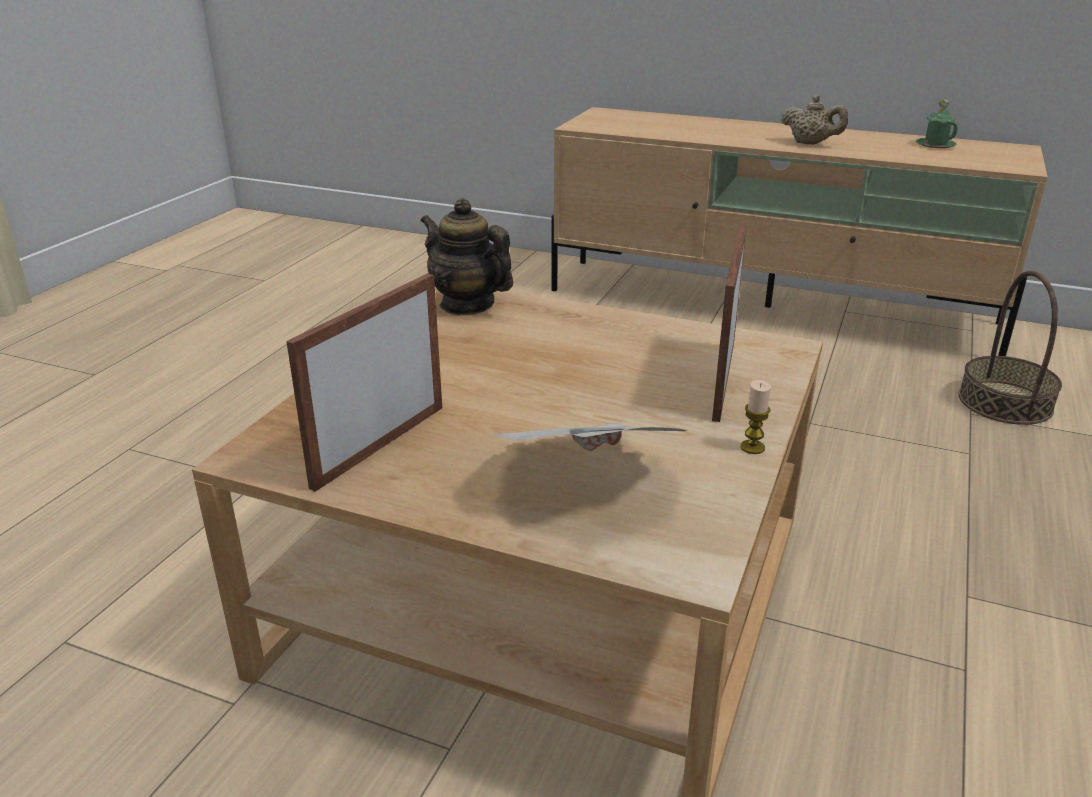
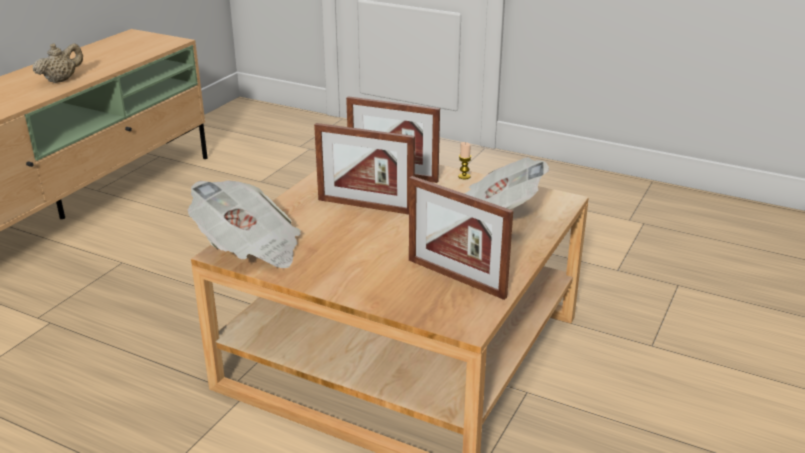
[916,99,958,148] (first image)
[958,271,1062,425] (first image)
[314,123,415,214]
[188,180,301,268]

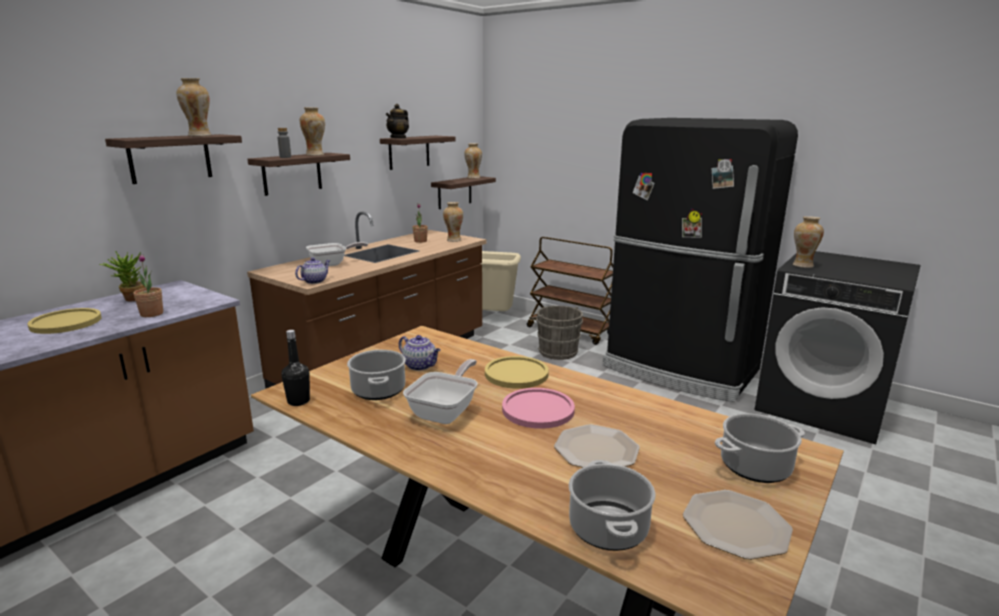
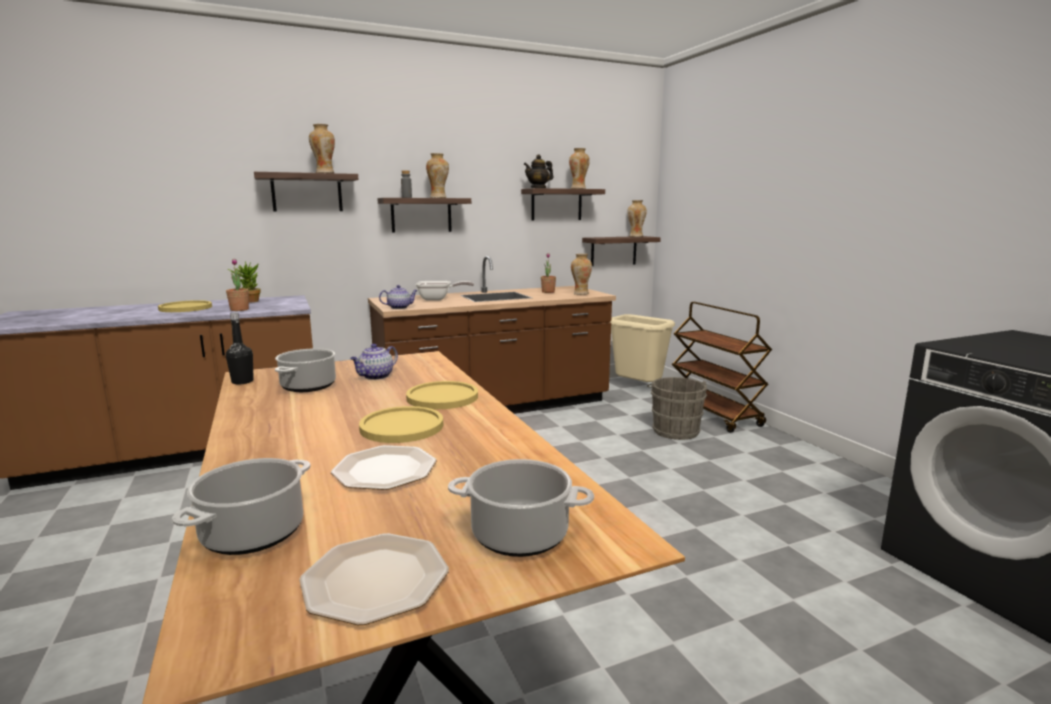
[403,359,478,424] (first image)
[602,118,798,402] (first image)
[569,148,590,189]
[359,406,443,443]
[350,344,398,380]

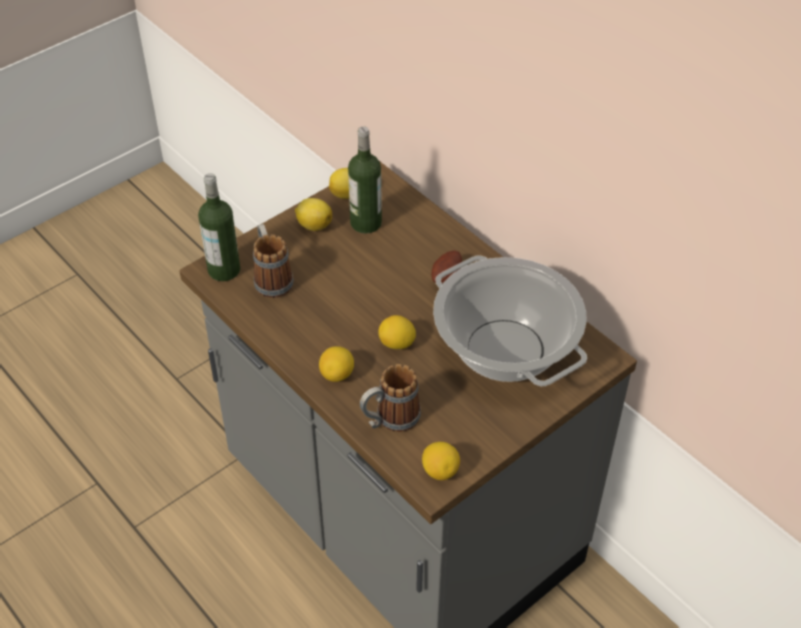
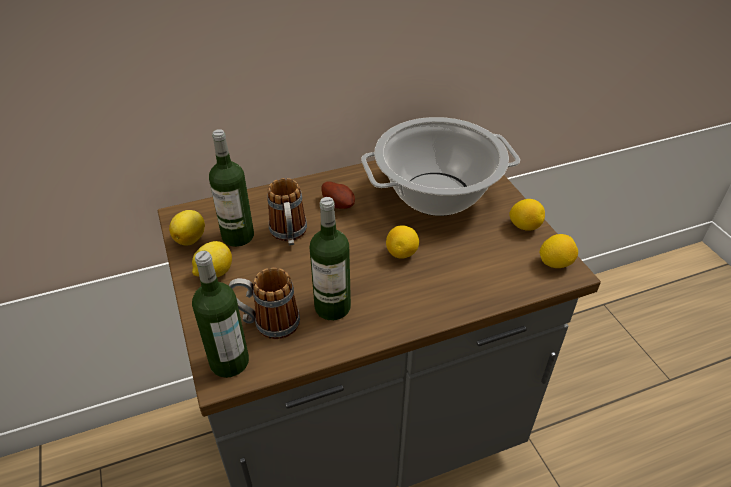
[310,197,351,320]
[509,199,545,231]
[267,178,307,246]

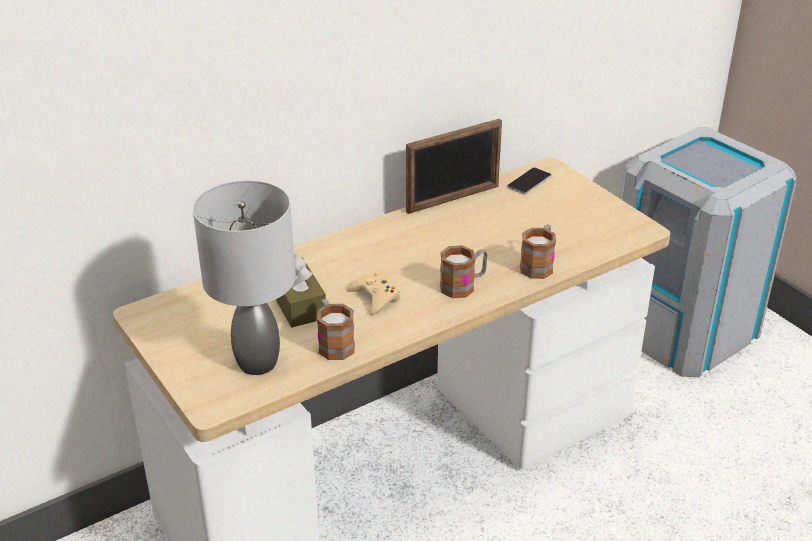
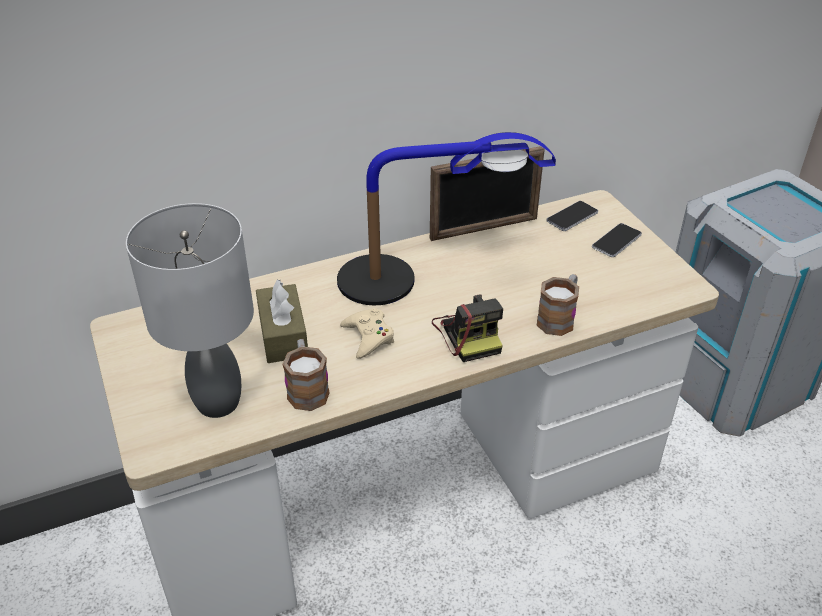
[337,132,556,305]
[592,223,642,257]
[432,294,503,362]

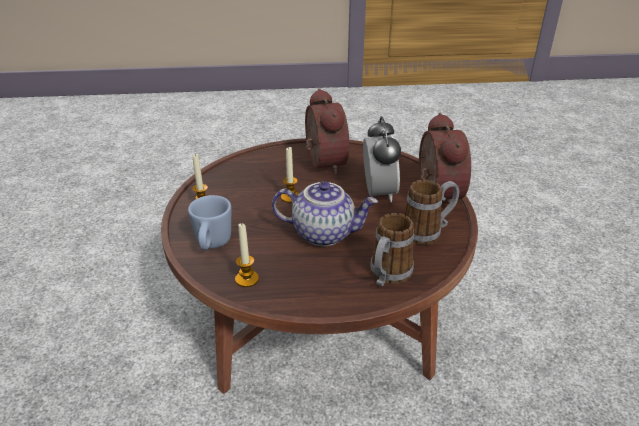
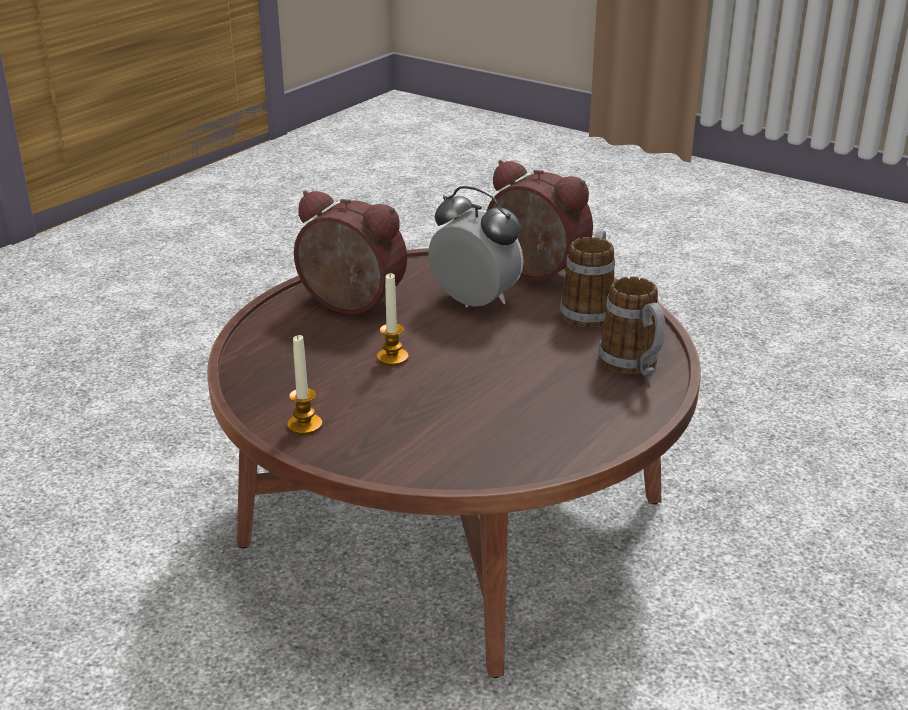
[188,195,231,250] (first image)
[235,223,259,287] (first image)
[272,181,378,246] (first image)

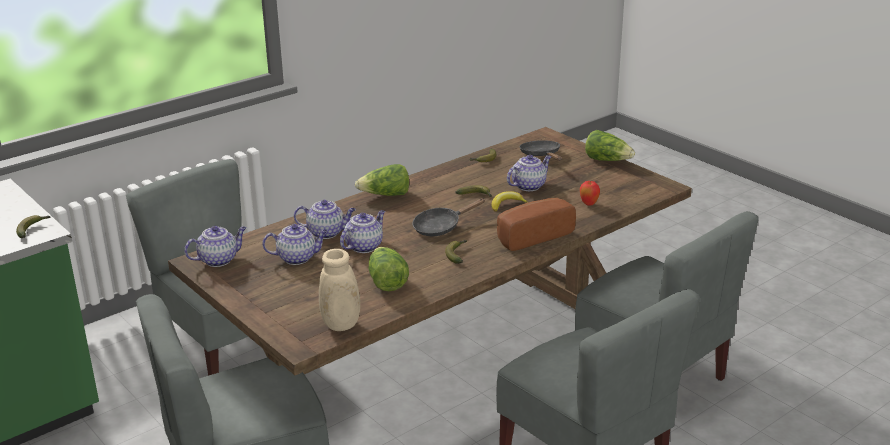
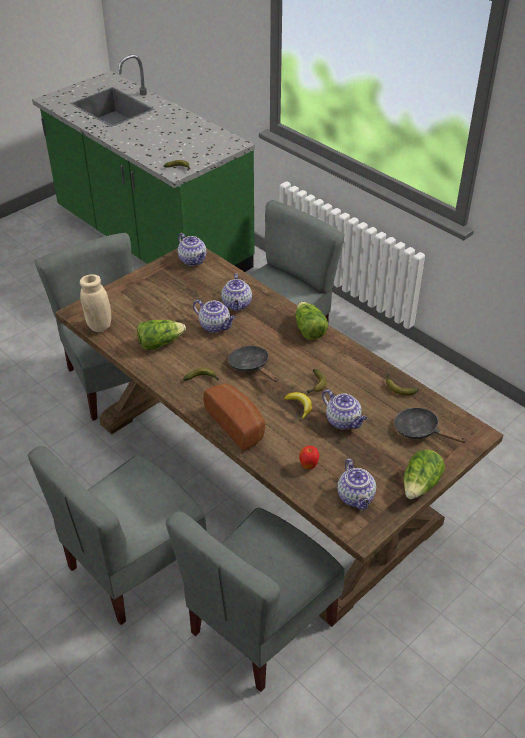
[337,459,376,510]
[394,408,467,443]

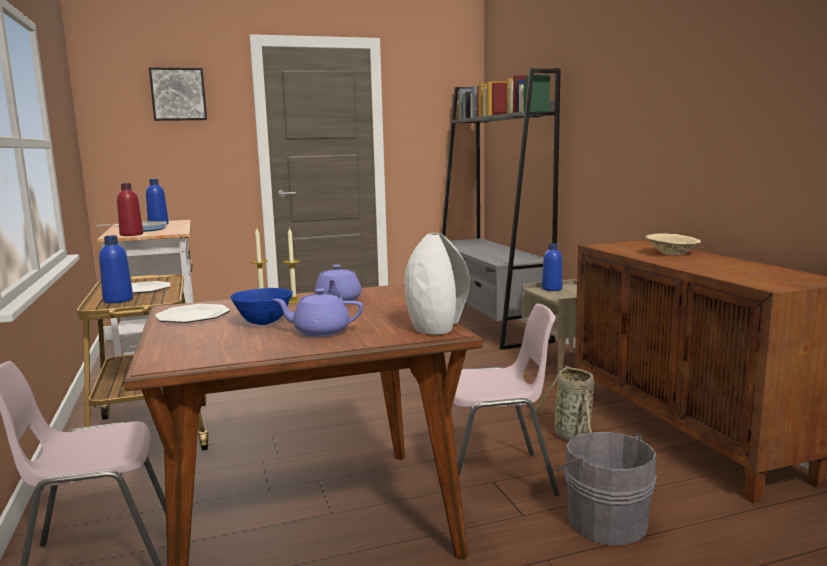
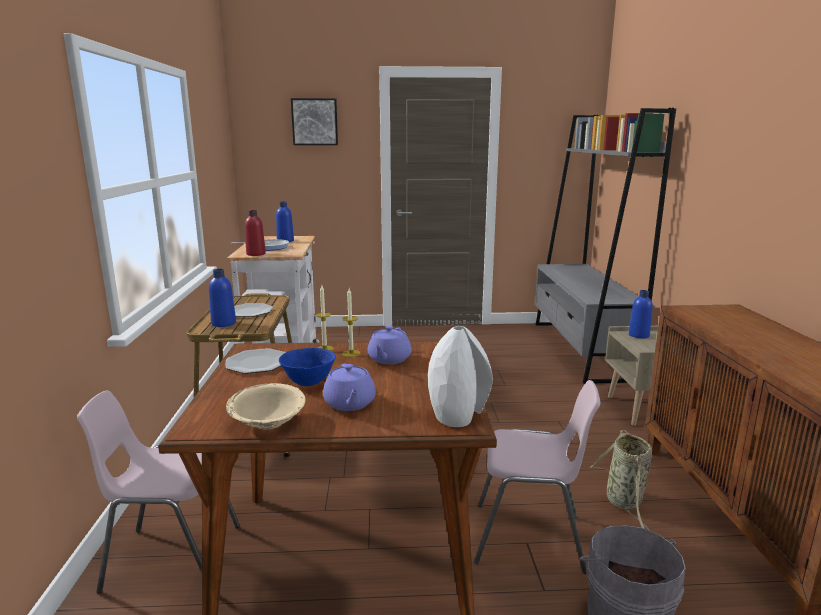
[226,383,306,430]
[323,364,376,411]

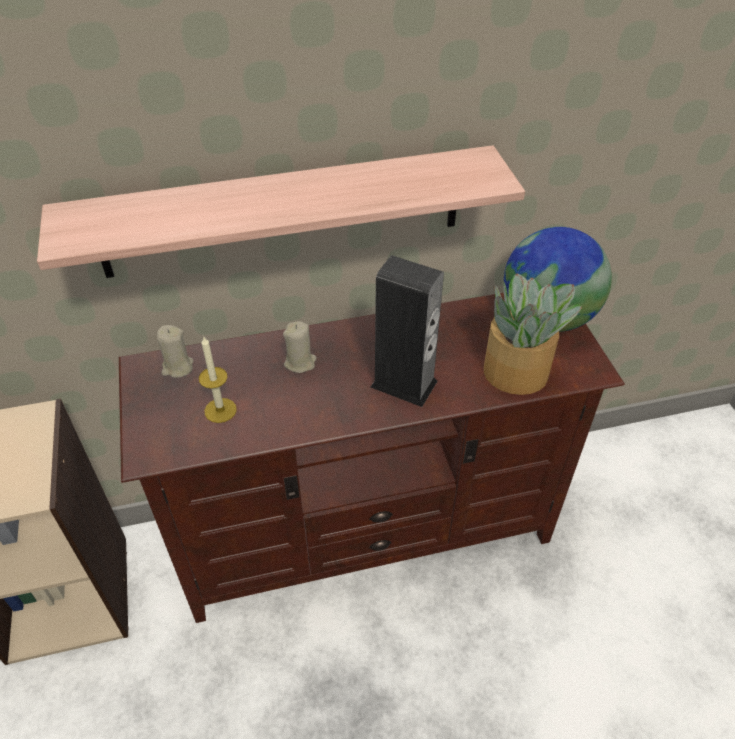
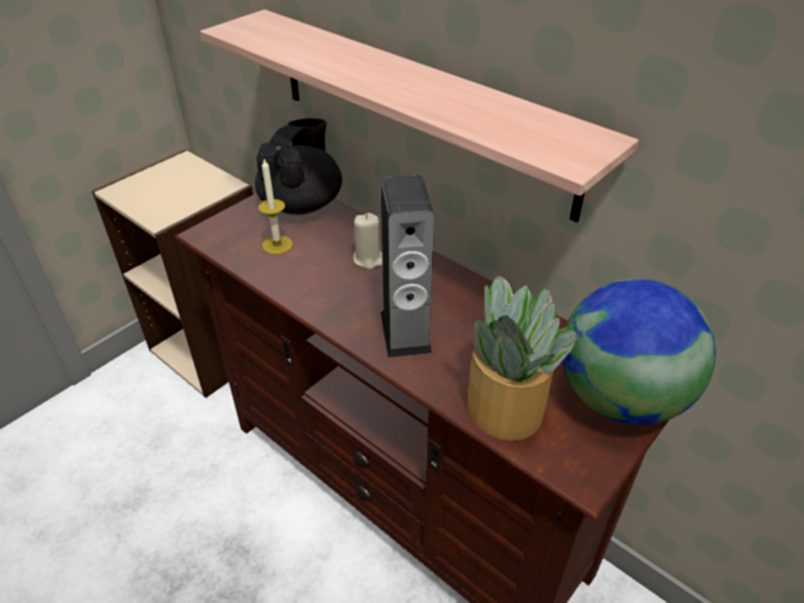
[255,118,342,215]

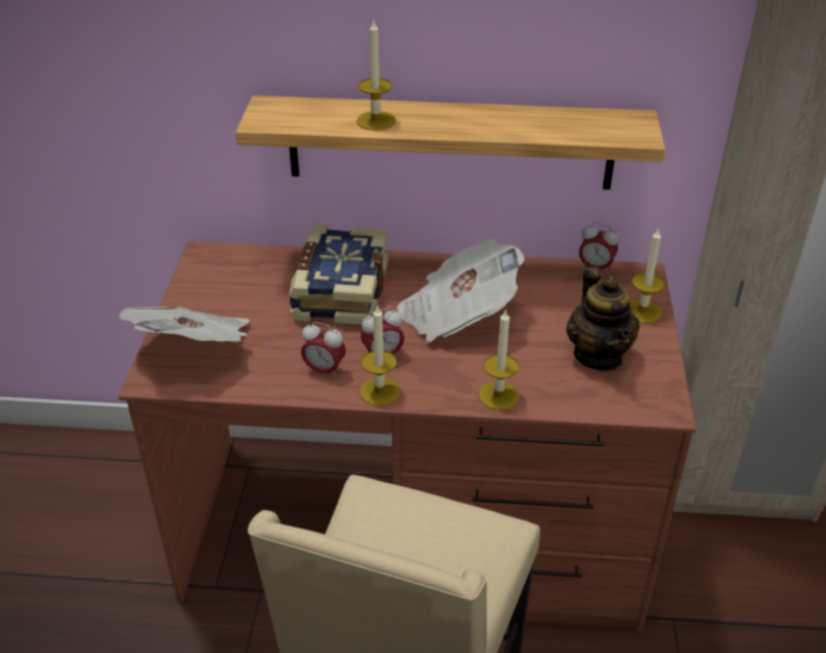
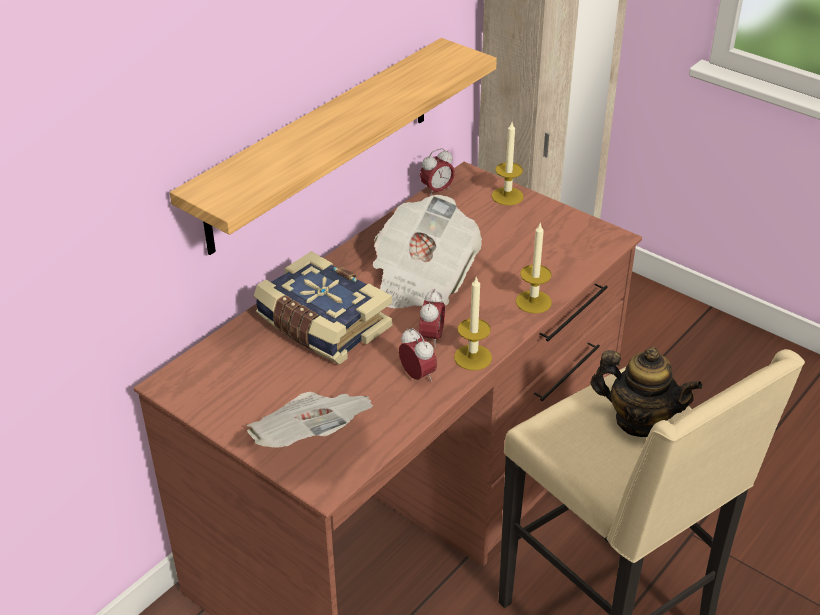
[357,18,396,131] (first image)
[590,347,703,437]
[399,328,437,382]

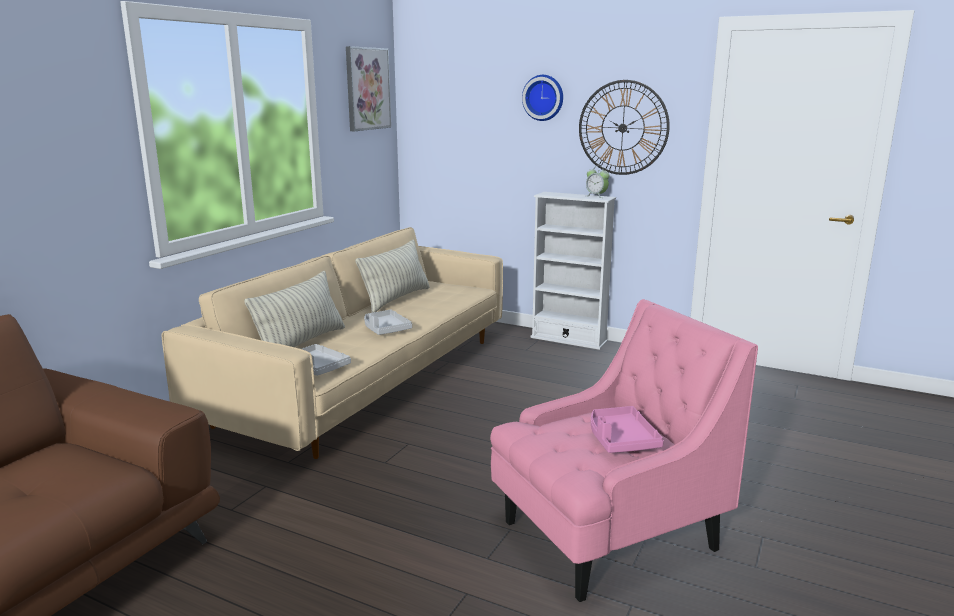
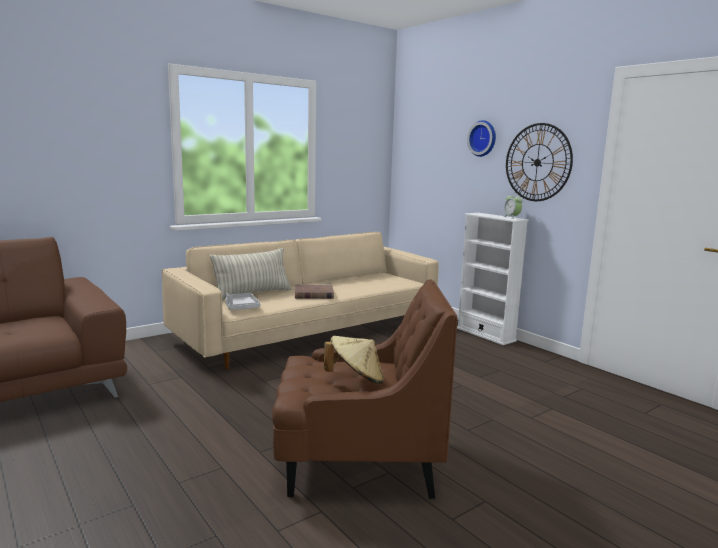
[346,46,391,131] (first image)
[355,239,430,313] (first image)
[295,285,334,299]
[324,336,384,384]
[272,279,458,499]

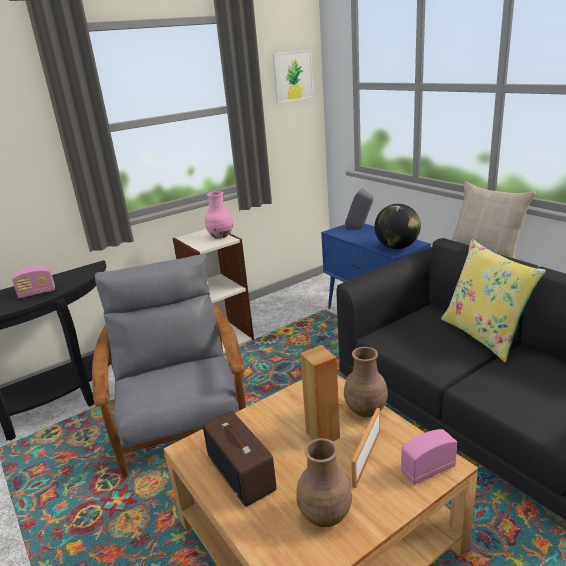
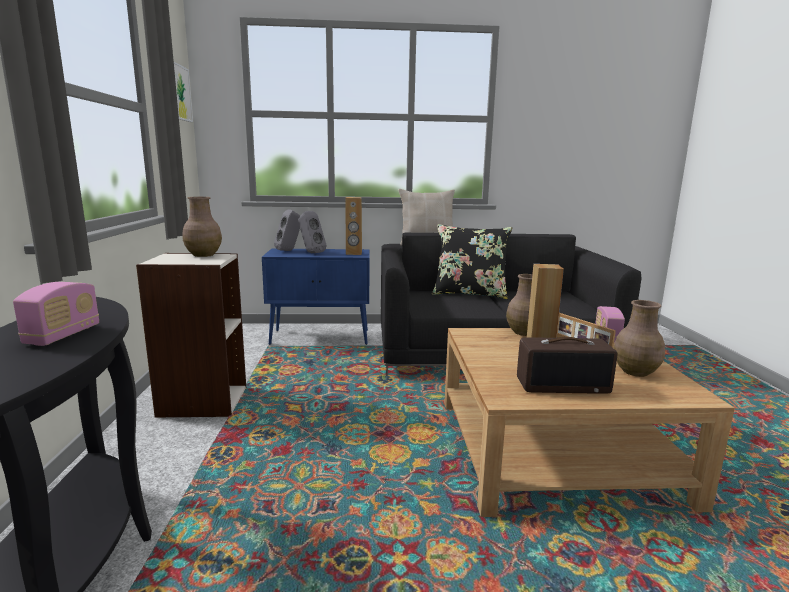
[92,253,246,478] (first image)
[298,211,327,253]
[345,197,362,255]
[182,197,222,257]
[432,224,512,299]

